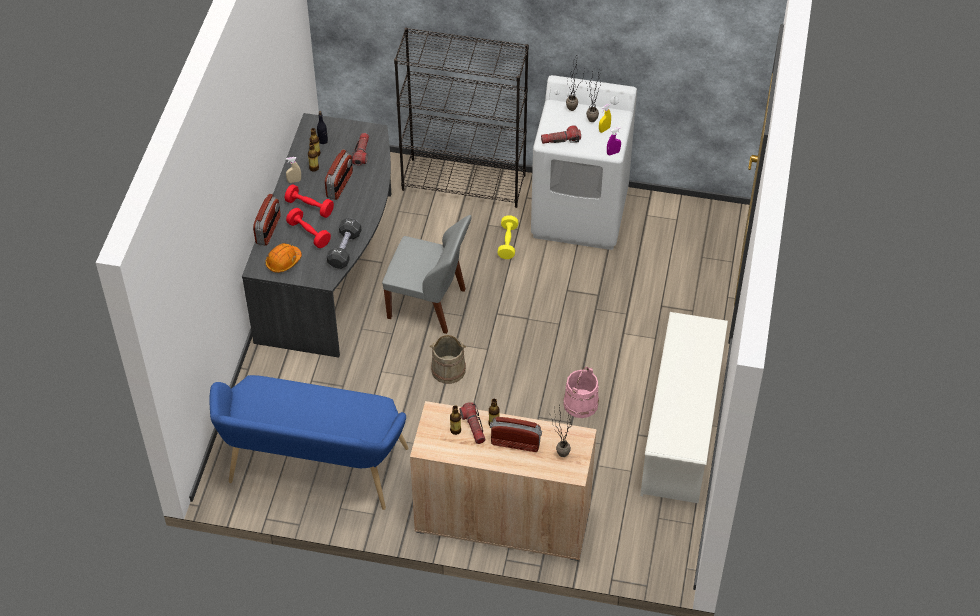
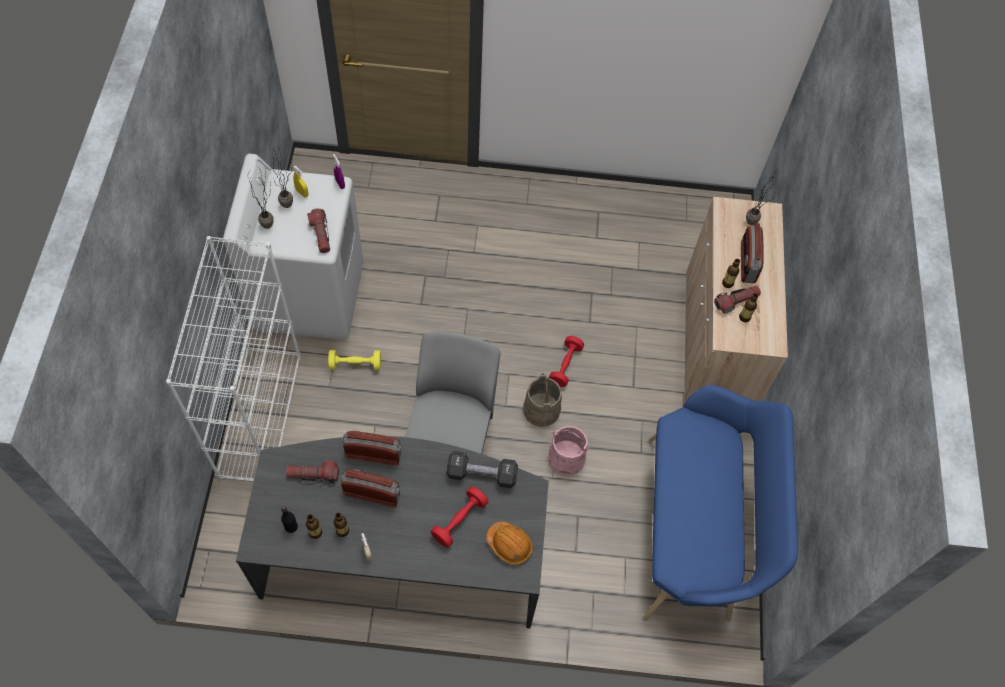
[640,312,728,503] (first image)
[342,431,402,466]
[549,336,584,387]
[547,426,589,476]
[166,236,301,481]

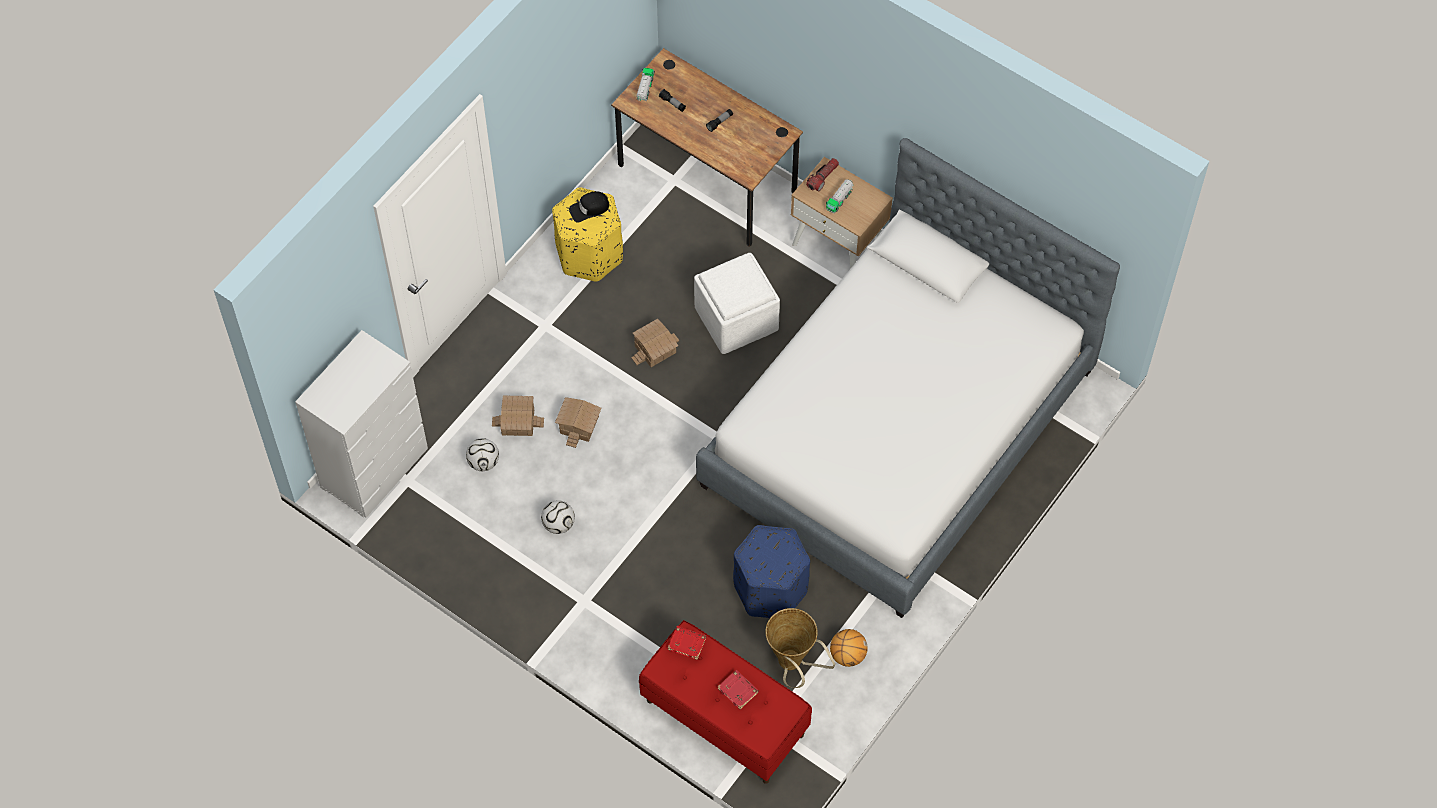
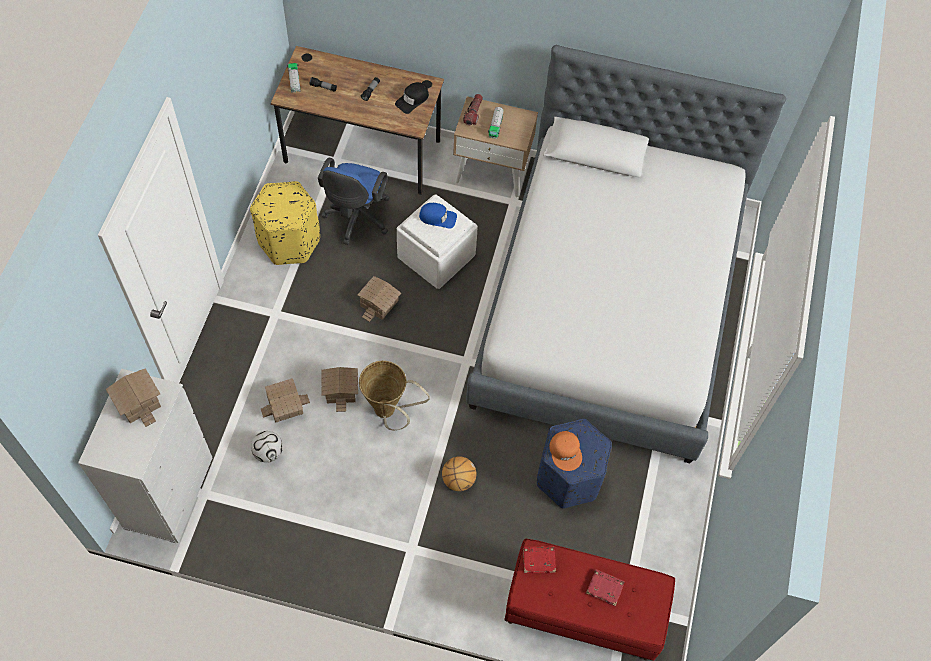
[541,500,575,534] (first image)
[106,368,161,427]
[318,158,390,245]
[419,203,457,229]
[549,431,582,471]
[395,82,429,114]
[359,361,430,430]
[442,457,476,491]

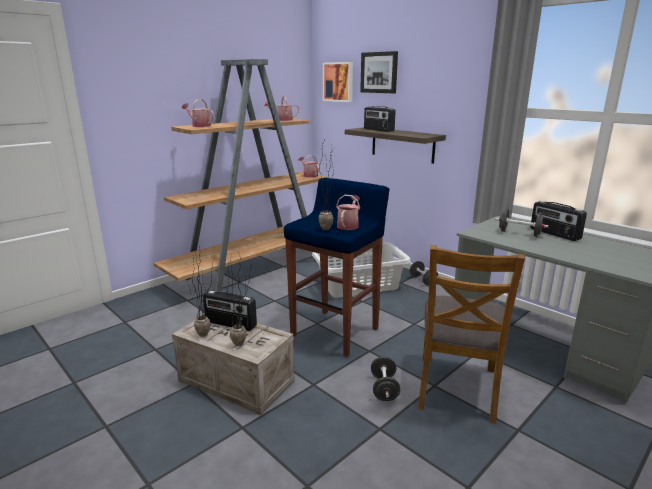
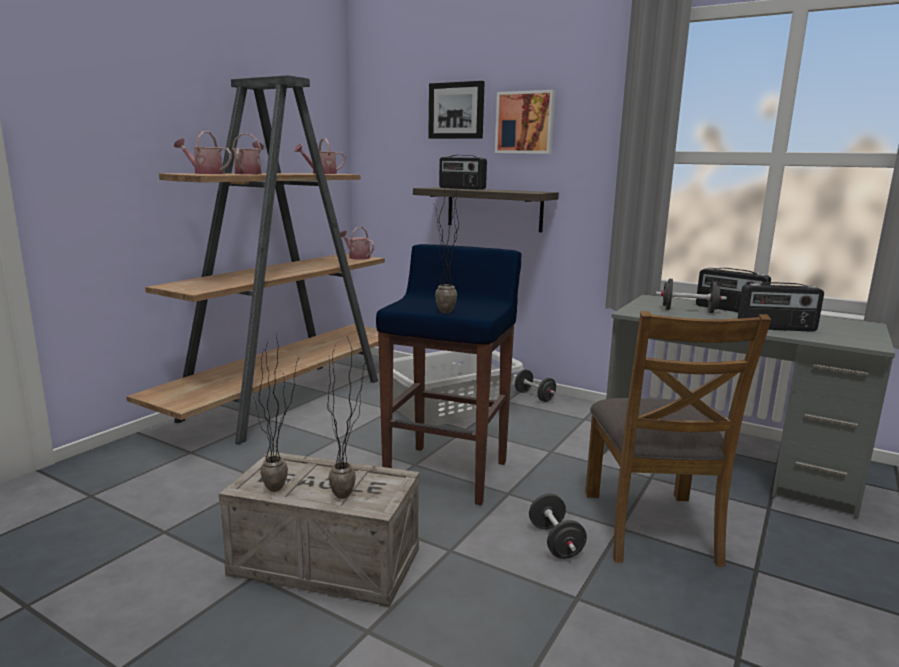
[737,282,824,332]
[495,90,556,154]
[232,134,264,174]

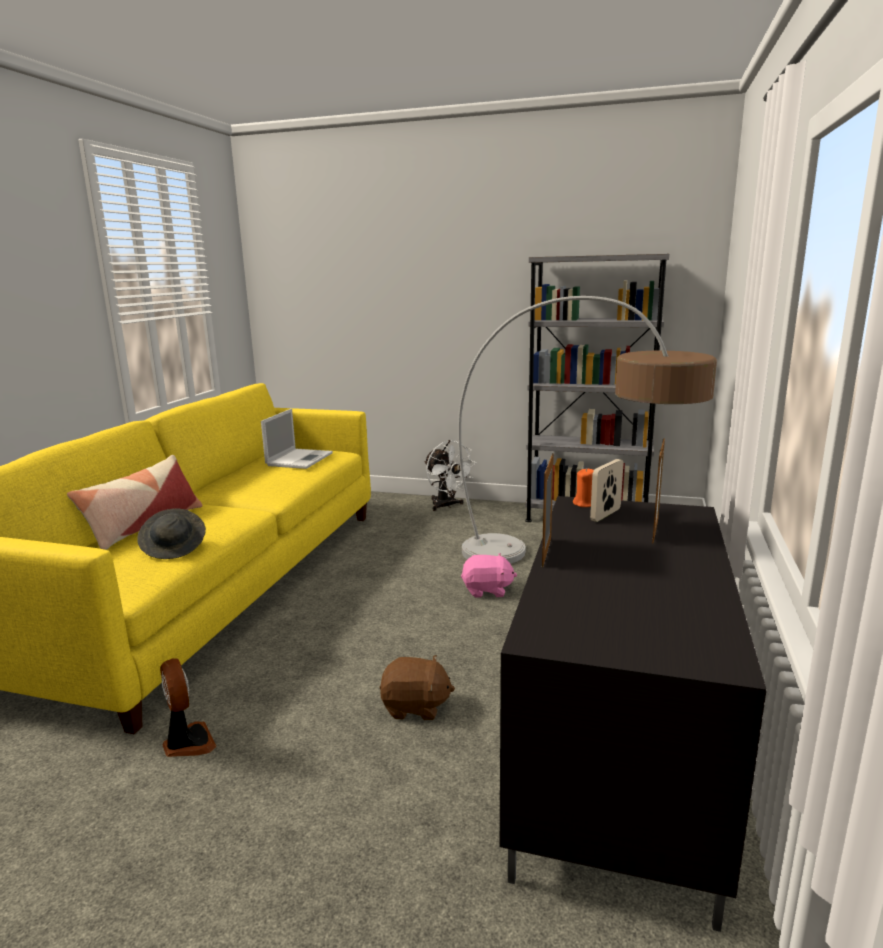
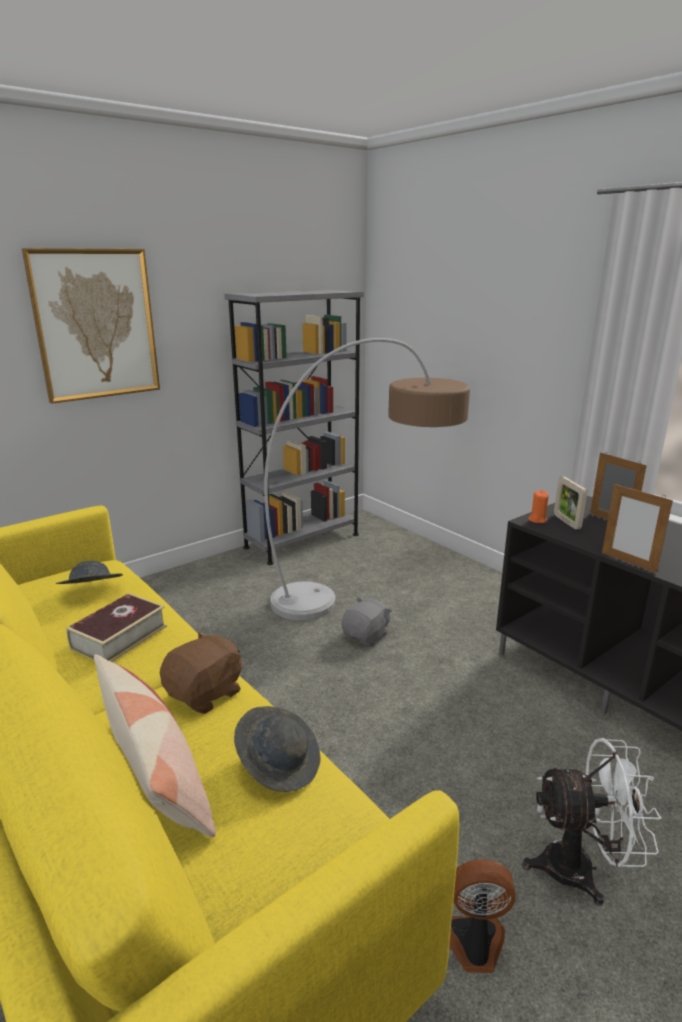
[22,248,160,404]
[66,593,167,662]
[160,631,242,714]
[522,738,662,906]
[56,561,123,584]
[342,598,392,646]

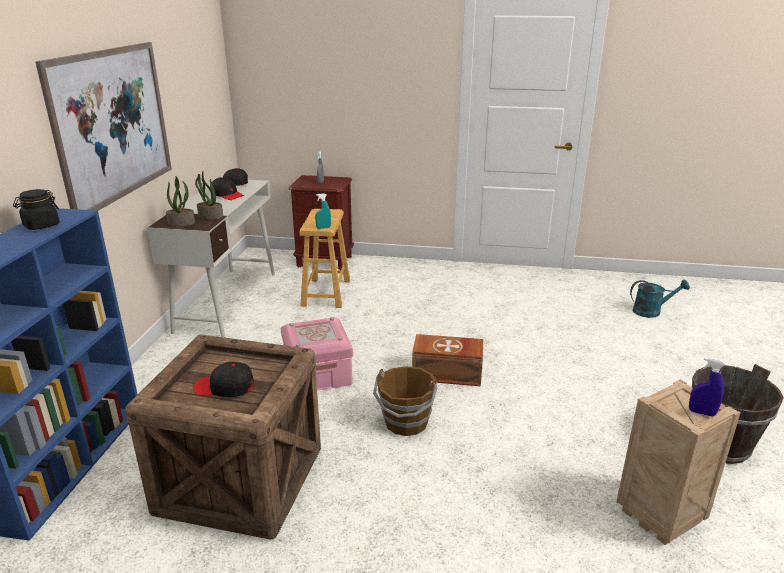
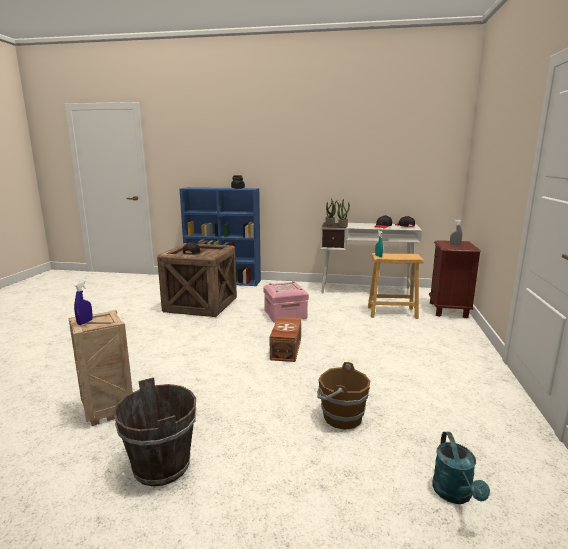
[35,42,172,211] (first image)
[317,362,370,430]

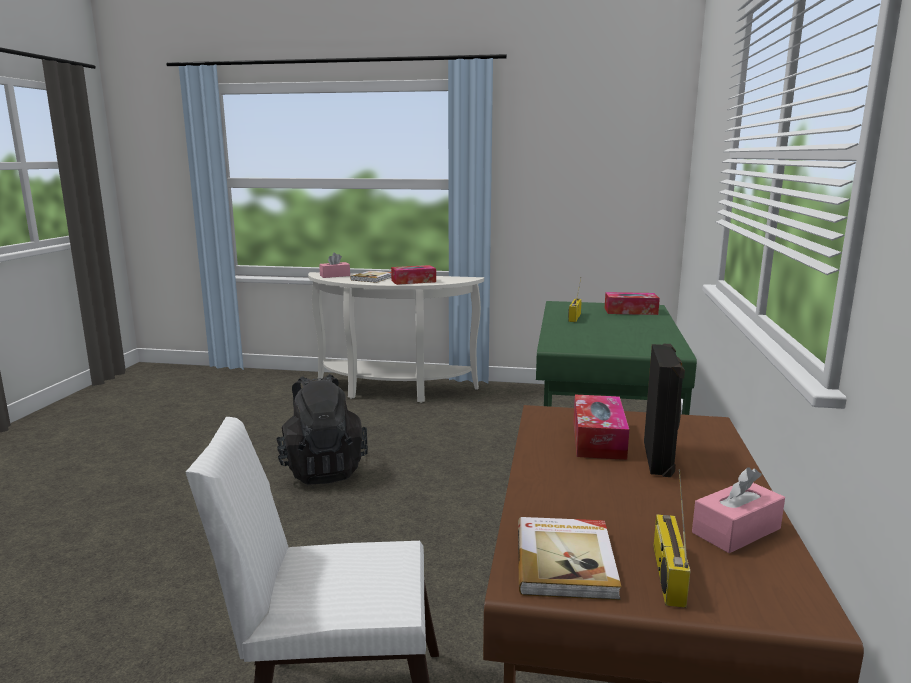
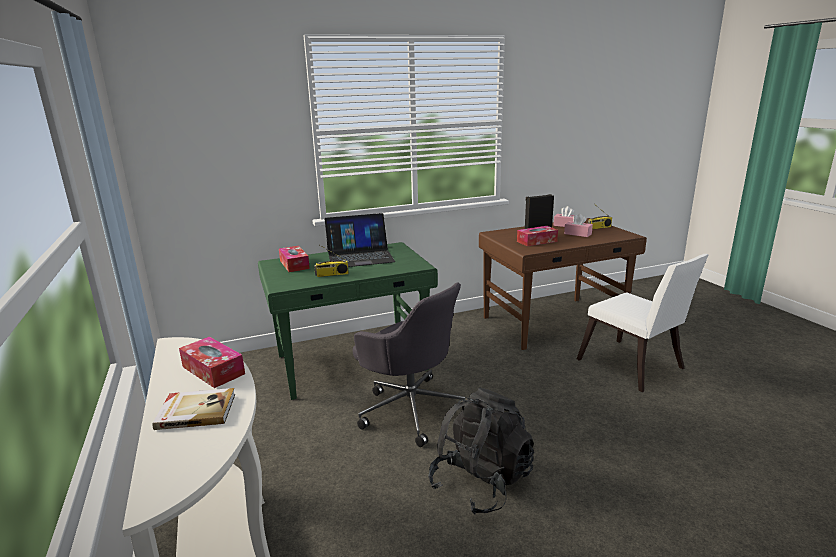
[518,517,622,600] (first image)
[325,213,395,267]
[353,283,465,447]
[564,214,593,237]

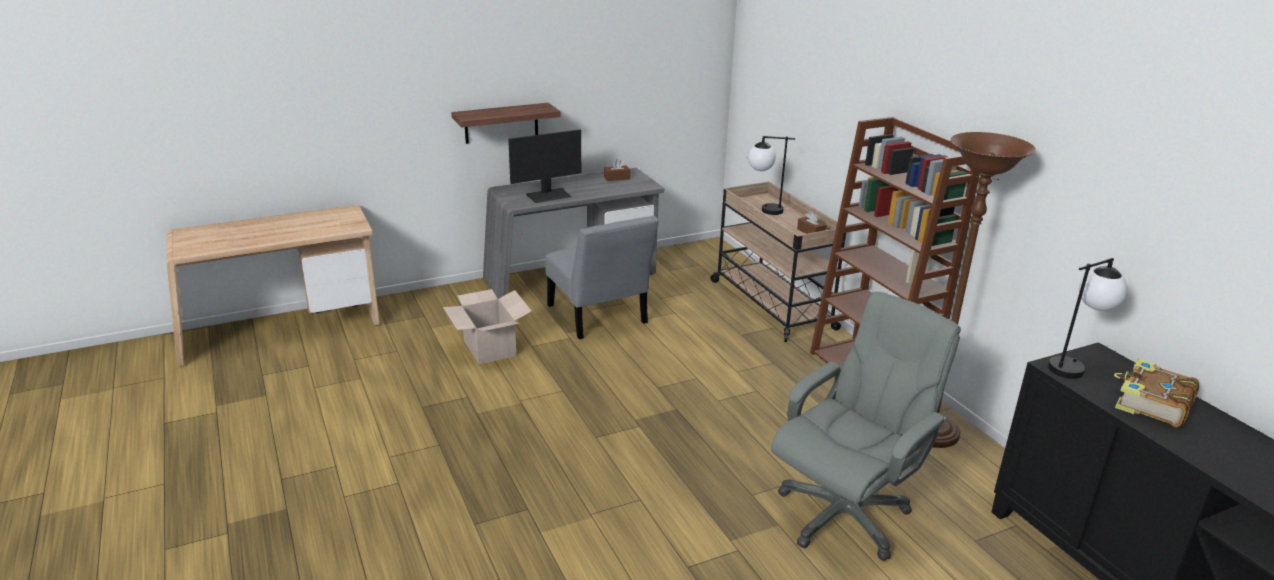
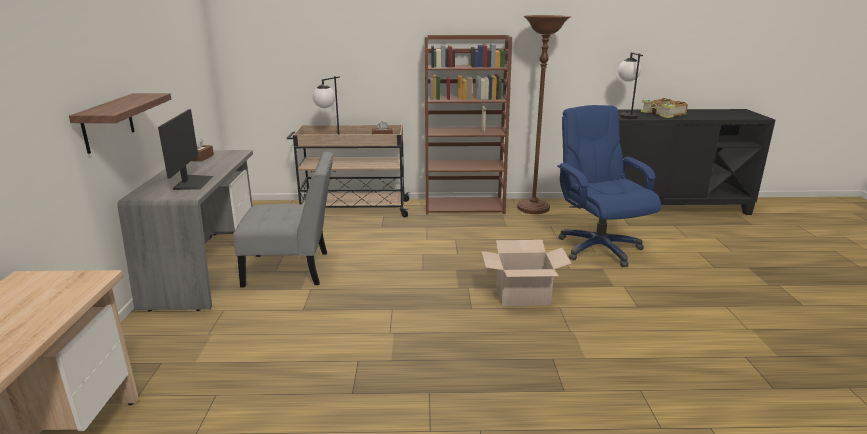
[481,240,572,306]
[557,105,661,267]

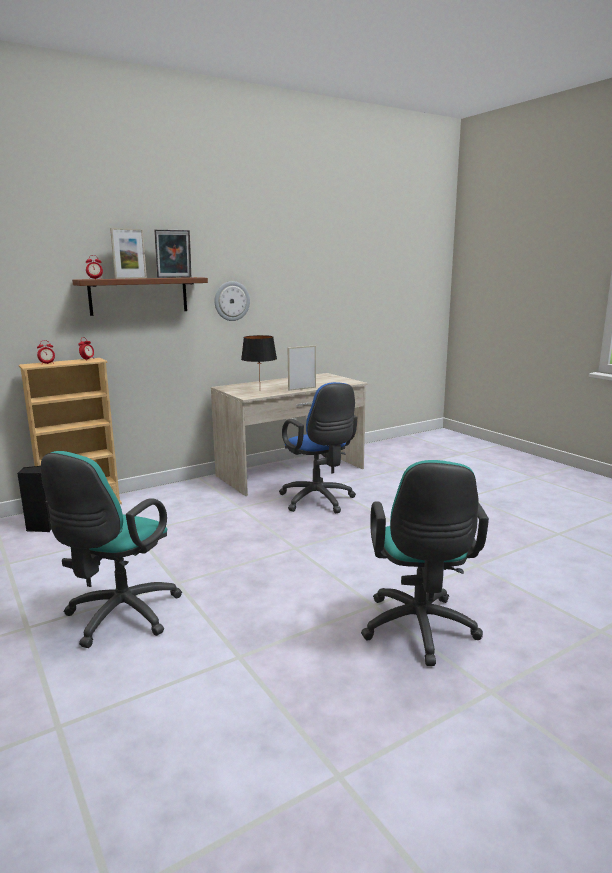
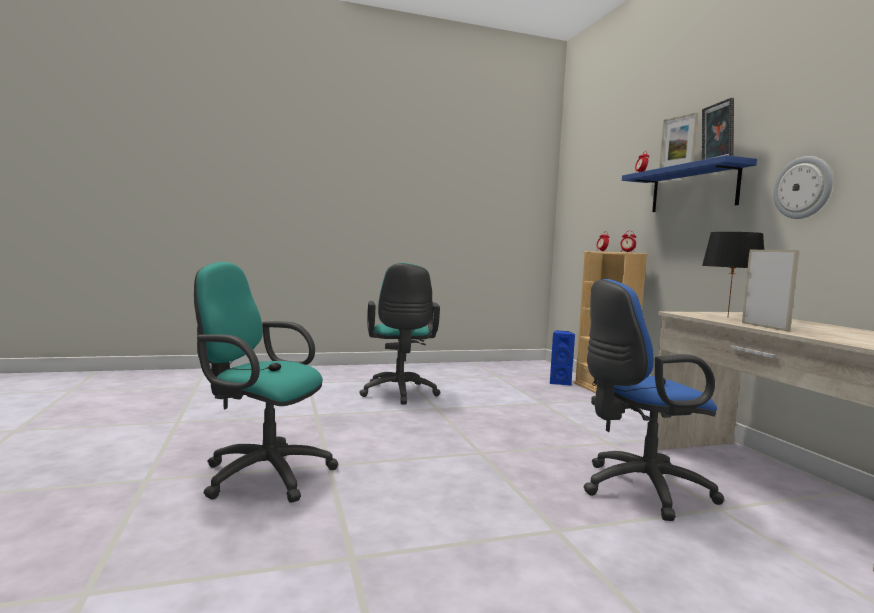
[550,330,575,386]
[622,155,757,212]
[359,263,440,404]

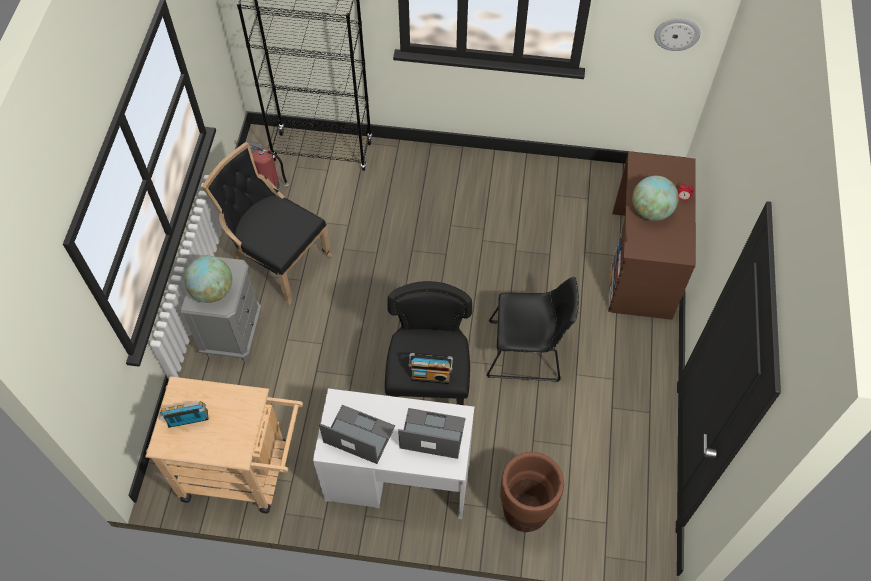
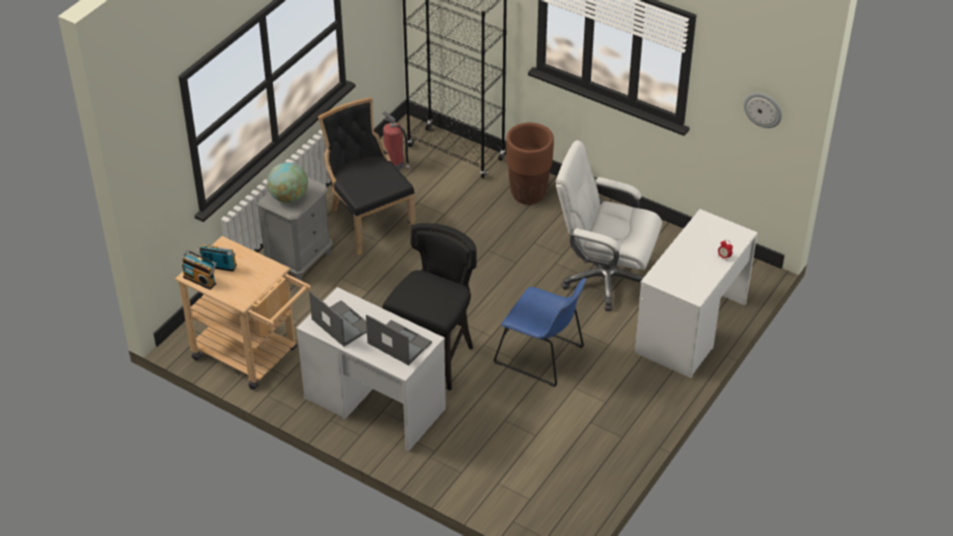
[632,176,679,221] (first image)
[556,140,662,311]
[182,250,217,290]
[506,123,554,205]
[493,278,586,387]
[635,209,758,378]

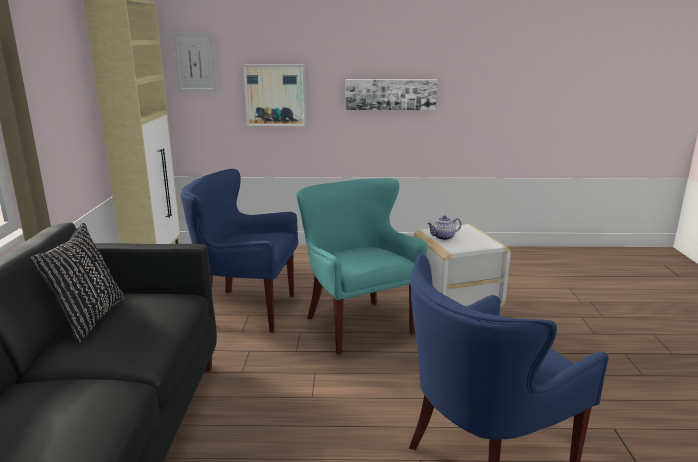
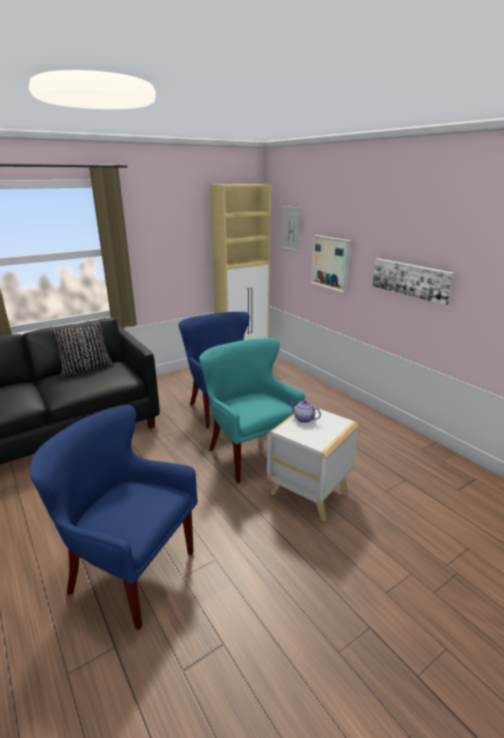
[199,338,305,484]

